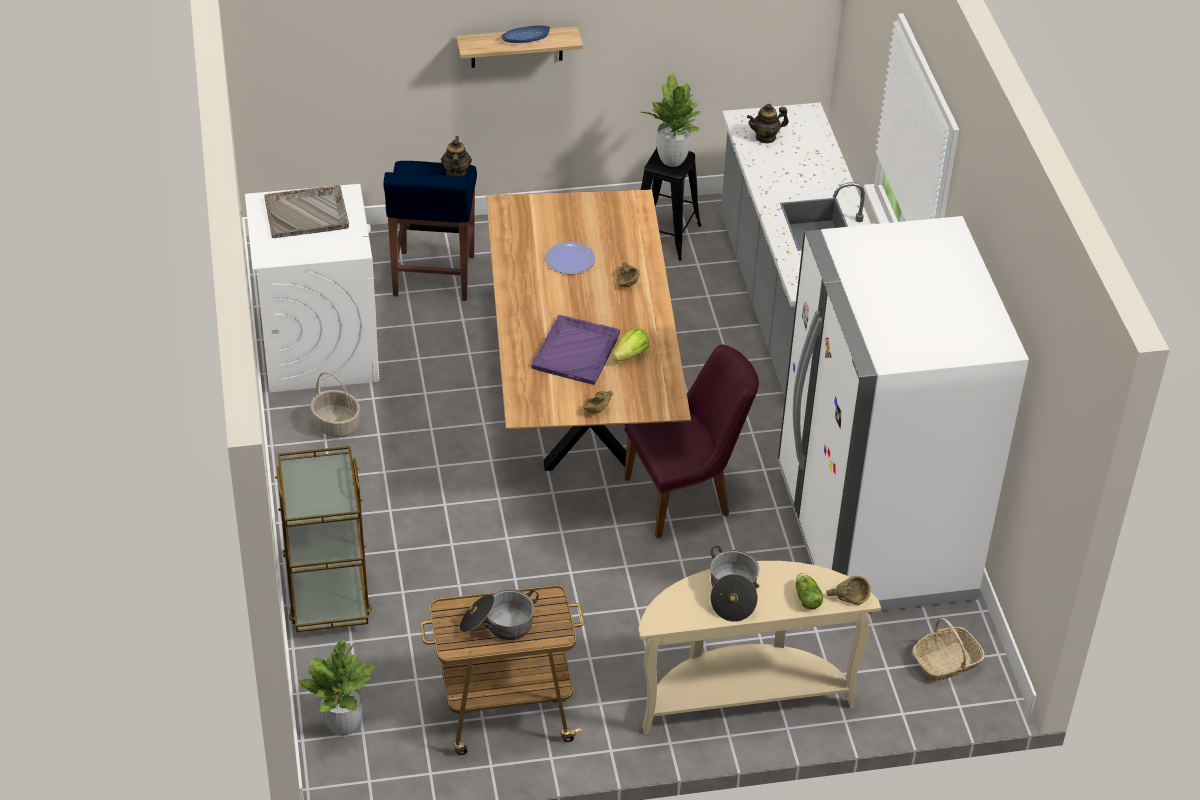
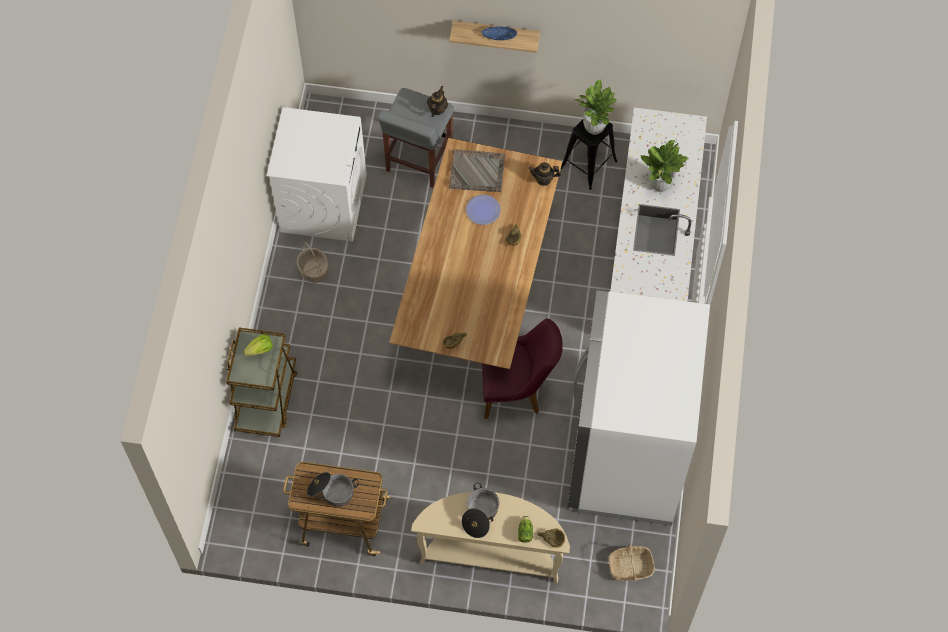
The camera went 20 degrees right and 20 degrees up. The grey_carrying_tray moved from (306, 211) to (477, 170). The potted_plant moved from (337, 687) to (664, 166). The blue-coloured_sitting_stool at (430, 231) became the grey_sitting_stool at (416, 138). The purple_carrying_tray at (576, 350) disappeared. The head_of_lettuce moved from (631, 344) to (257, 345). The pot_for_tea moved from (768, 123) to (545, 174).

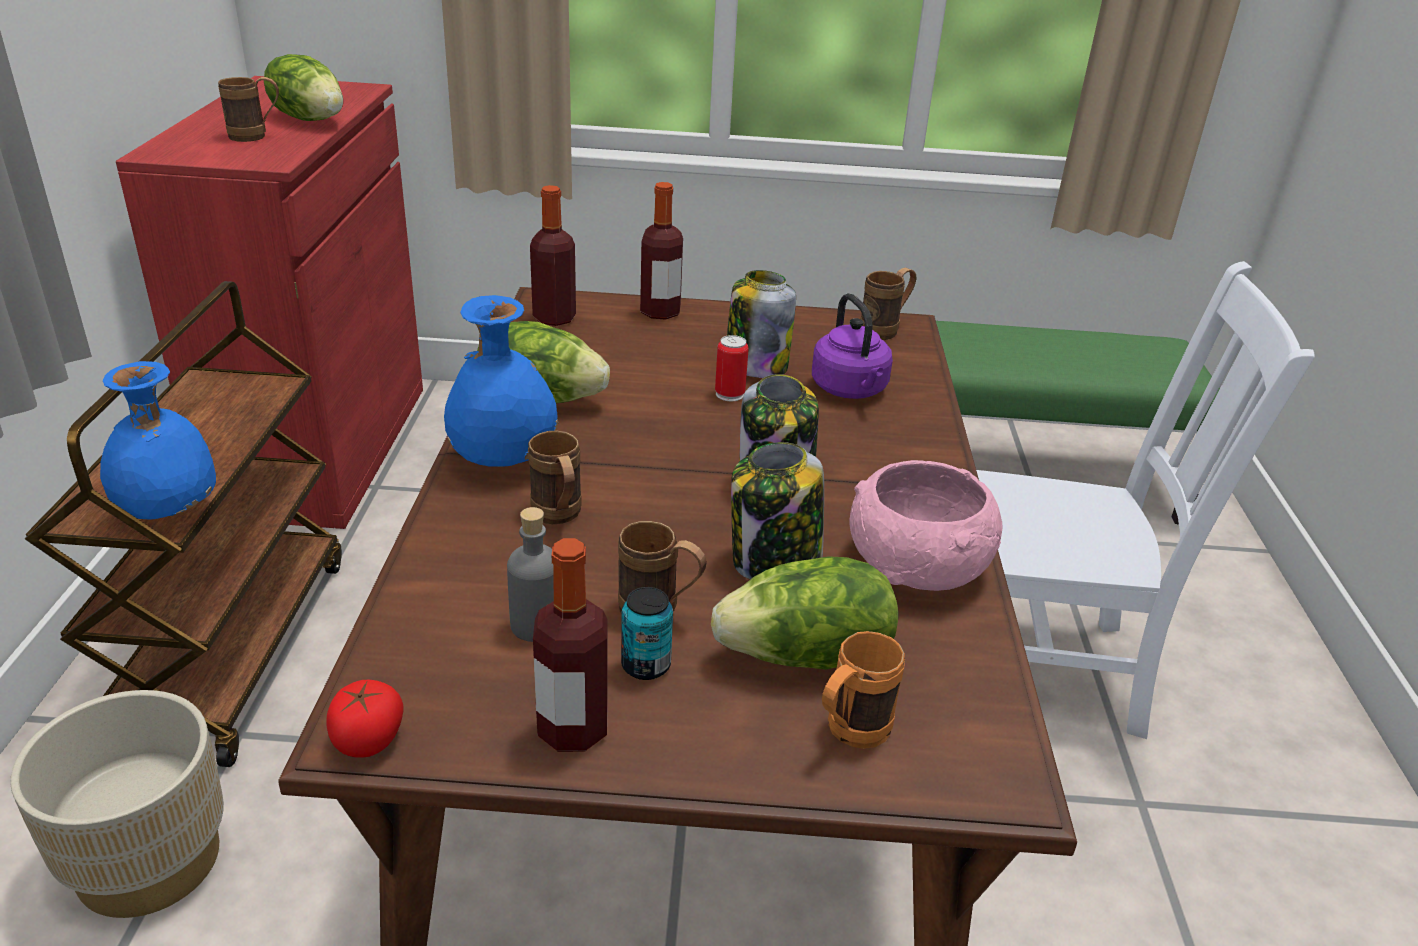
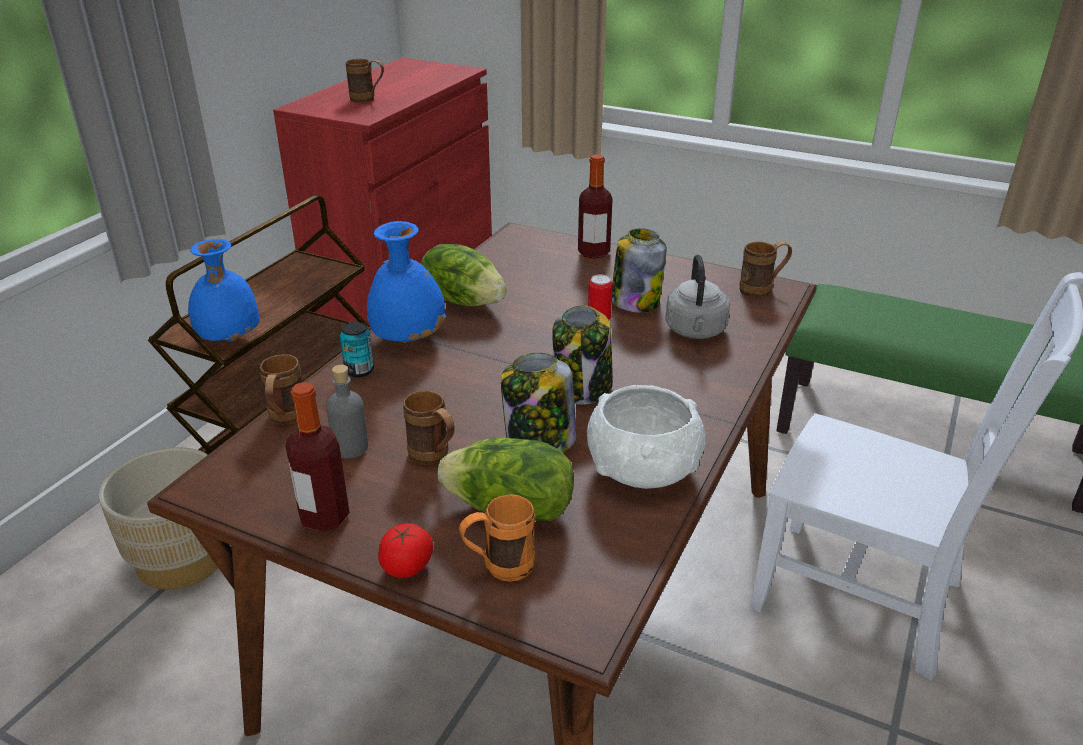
The camera went 25 degrees right and 0 degrees up. The head_of_lettuce at (303, 87) disappeared. The fresh_tomato moved from (364, 719) to (405, 550). The brown_mug moved from (555, 477) to (281, 389). The drink_bottle at (553, 255) disappeared. The sealed_can moved from (647, 633) to (357, 350). The purple_tea_kettle at (852, 346) became the grey_tea_kettle at (697, 296). The pink_serving_bowl at (926, 525) became the white-coloured_serving_bowl at (646, 437).

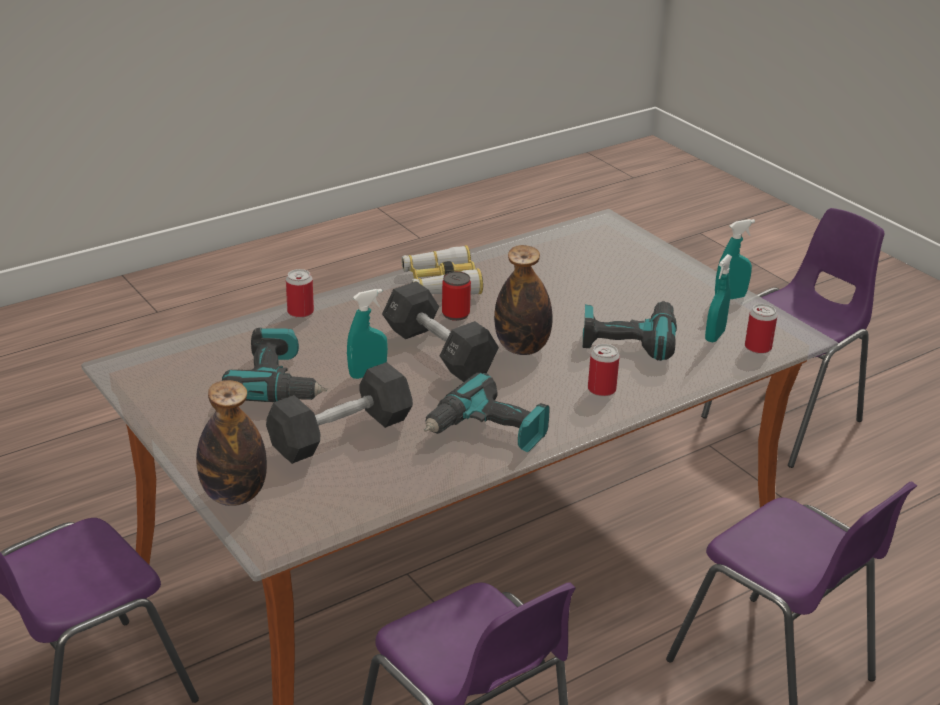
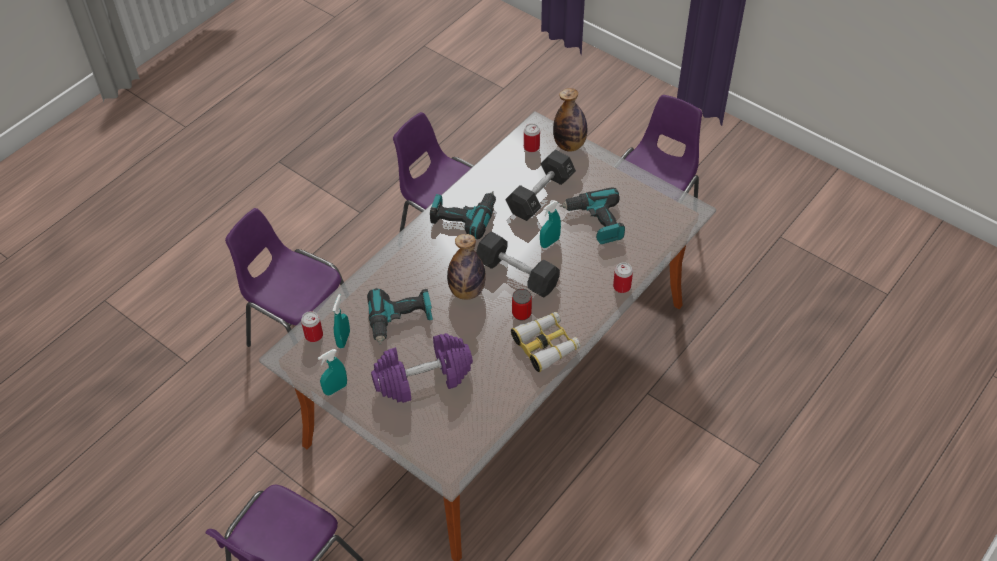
The camera went 165 degrees right and 20 degrees up. The sealed_can moved from (604, 370) to (532, 137). The purple_hand_weight at (422, 368) appeared.

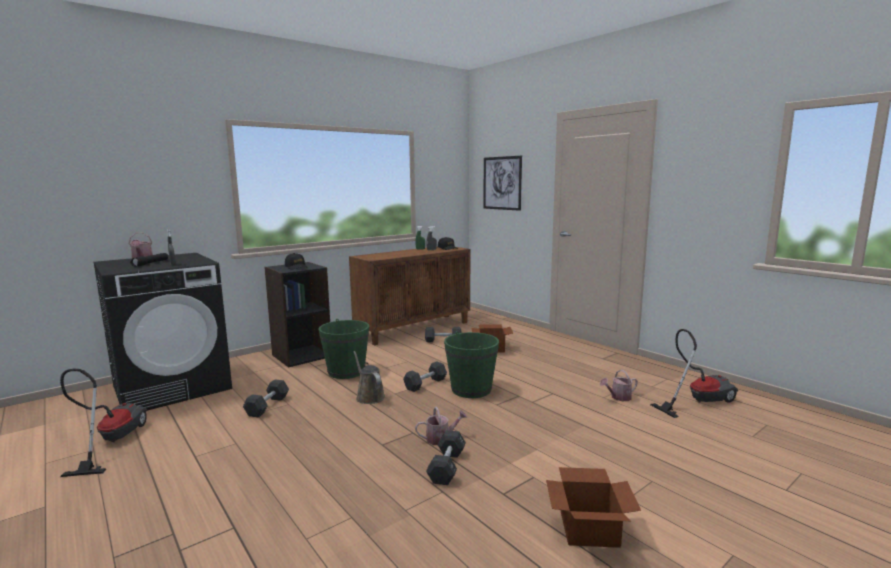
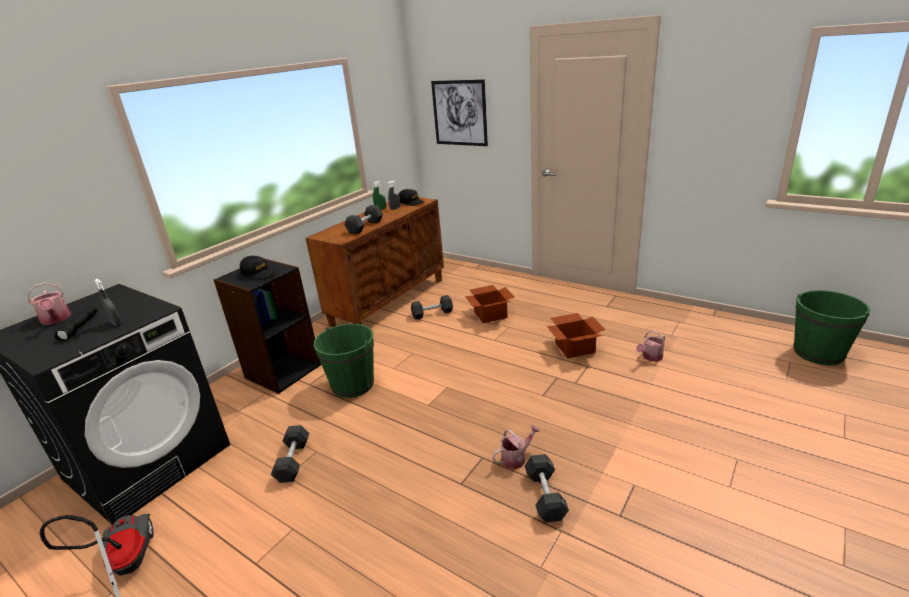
The camera went 15 degrees left and 15 degrees up. The brown_watering_can at (369, 377) disappeared. The blackish_hand_weight moved from (425, 376) to (363, 219). The greenish_water_bucket moved from (471, 364) to (832, 327). The packing_box moved from (593, 507) to (576, 336). The hoover at (694, 373) disappeared.

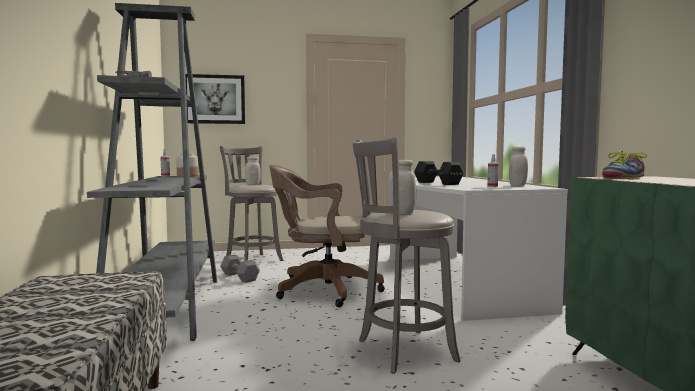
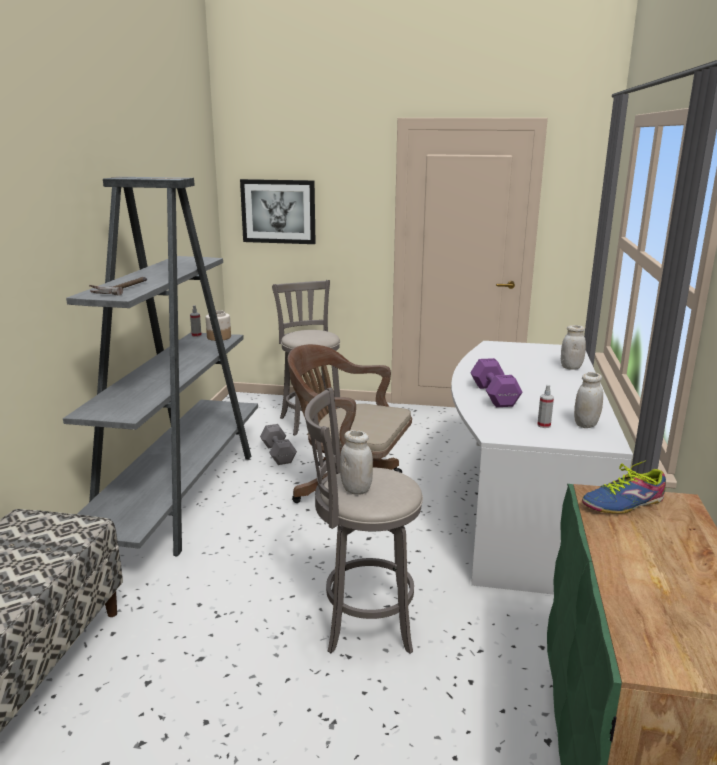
The camera went 20 degrees right and 15 degrees up. The white-coloured_preserve_jar moved from (253, 171) to (573, 347). The blackish_hand_weight at (439, 173) became the purple_hand_weight at (496, 382).

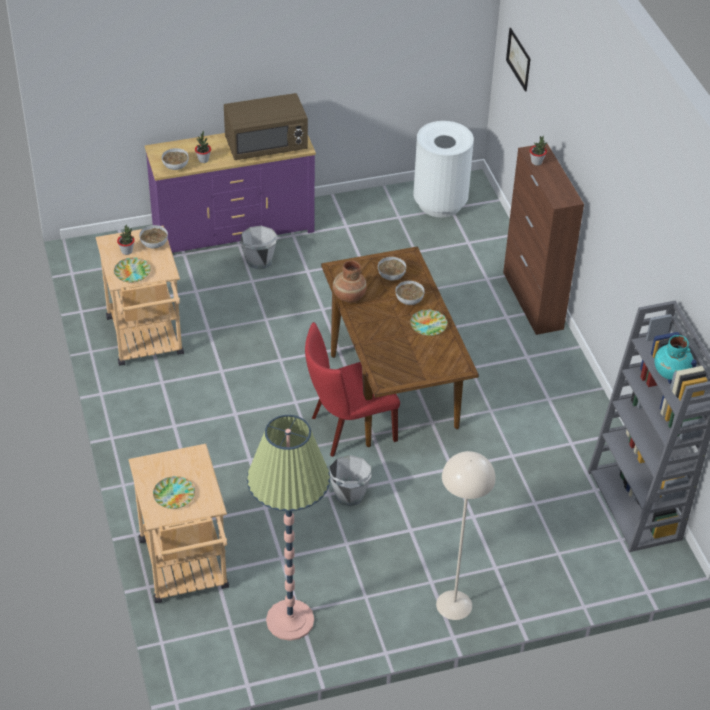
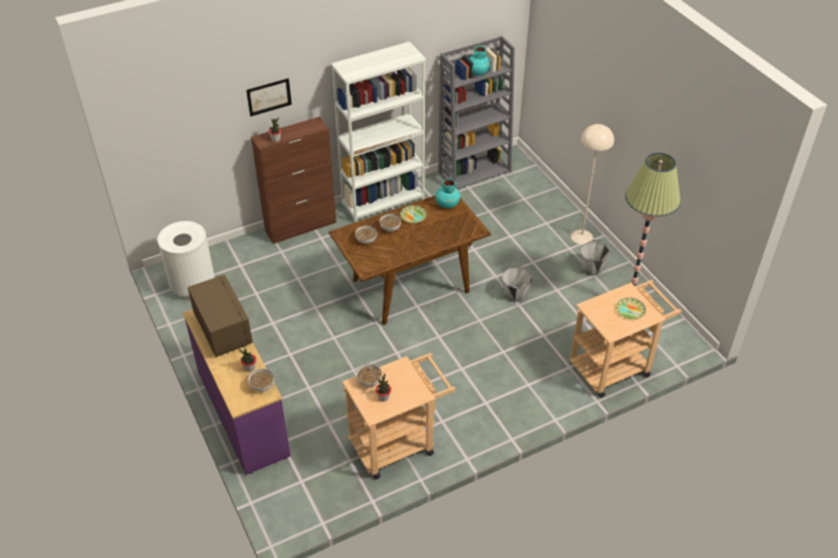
The camera went 100 degrees left and 0 degrees up. The plate at (132, 269) disappeared. The grey_water_bucket moved from (259, 247) to (595, 258). The reddish_upright_chair at (352, 389) disappeared. The brown_decorative_vase at (350, 281) disappeared. The wall_picture moved from (518, 60) to (269, 97). The white-coloured_bookcase at (378, 131) appeared. The blue-green_decorative_vase at (447, 193) appeared.

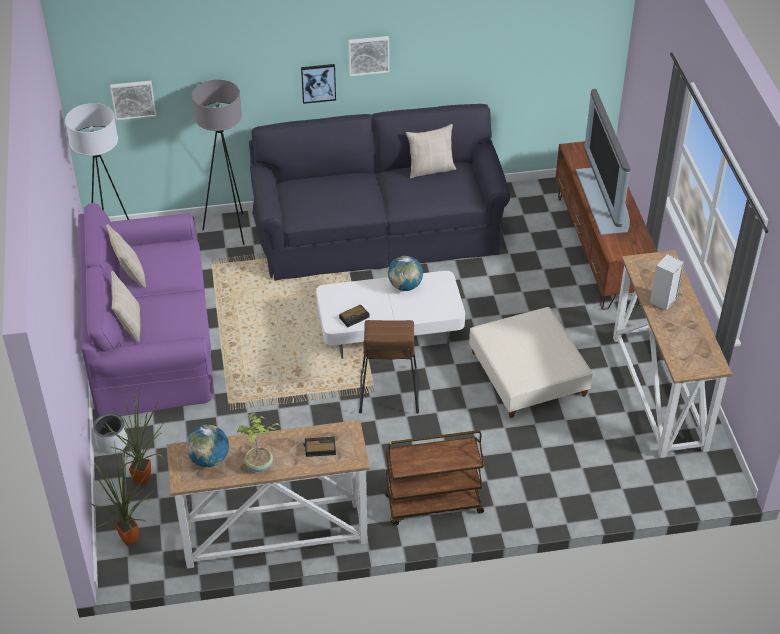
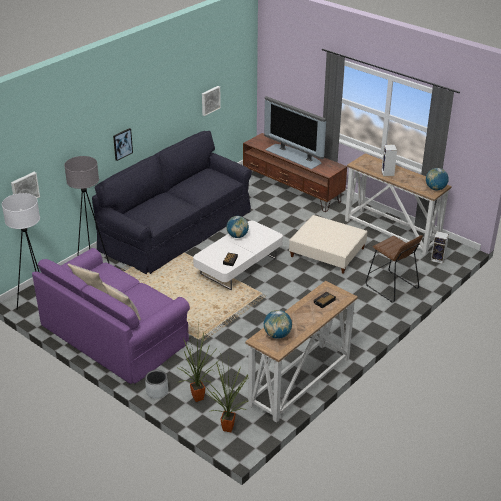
The camera went 40 degrees left and 10 degrees down. The potted_plant at (258, 442) disappeared. The wall_picture moved from (368, 56) to (211, 101). The brown_sitting_stool moved from (389, 367) to (394, 269). The brown_trolley at (434, 478) disappeared. The sand-coloured_throw_pillow at (431, 151) disappeared. The globe at (437, 179) appeared. The loudspeaker at (440, 247) appeared.

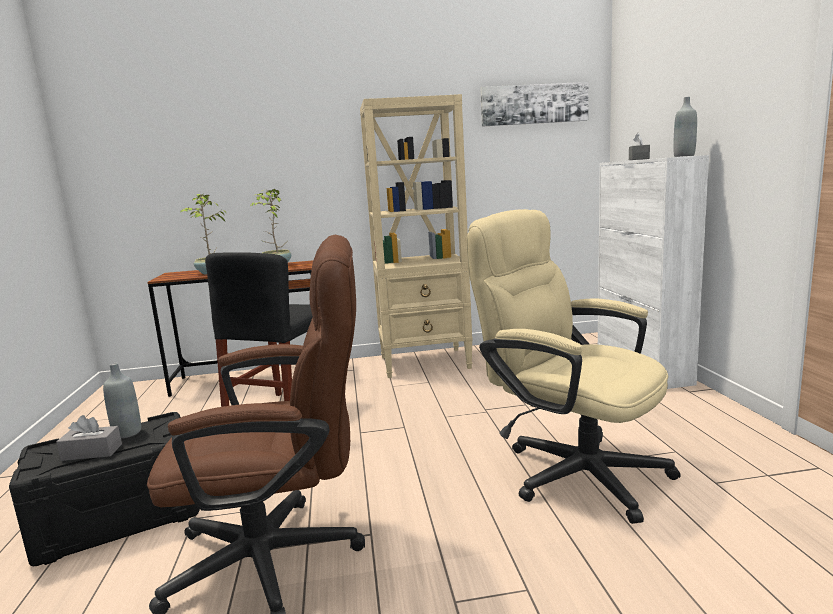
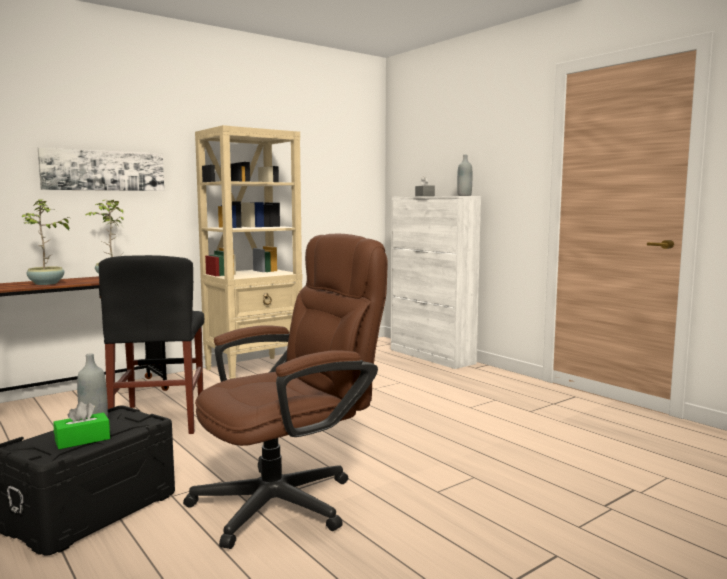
The camera went 30 degrees left and 5 degrees down. The grey_box_of_tissues at (89, 438) became the greenish_box_of_tissues at (82, 425). The sand-coloured_computer_chair at (573, 366) disappeared. The wall_picture moved from (534, 104) to (101, 169).

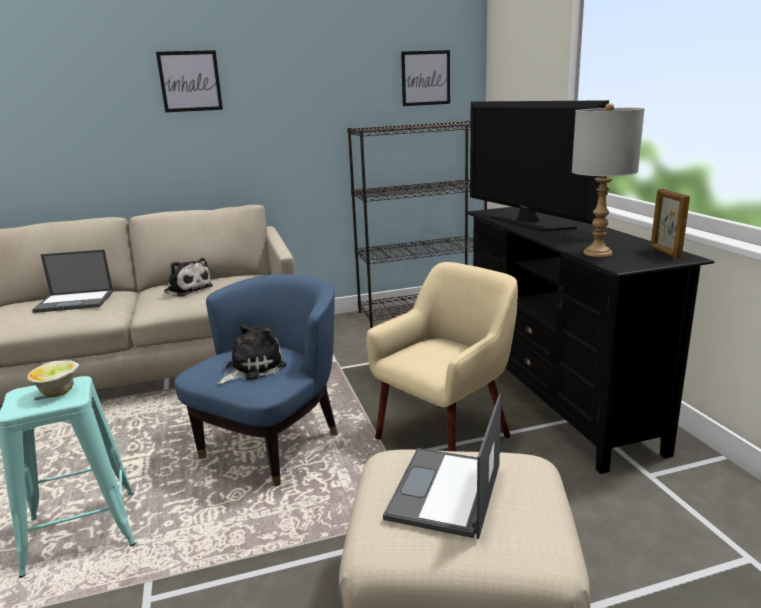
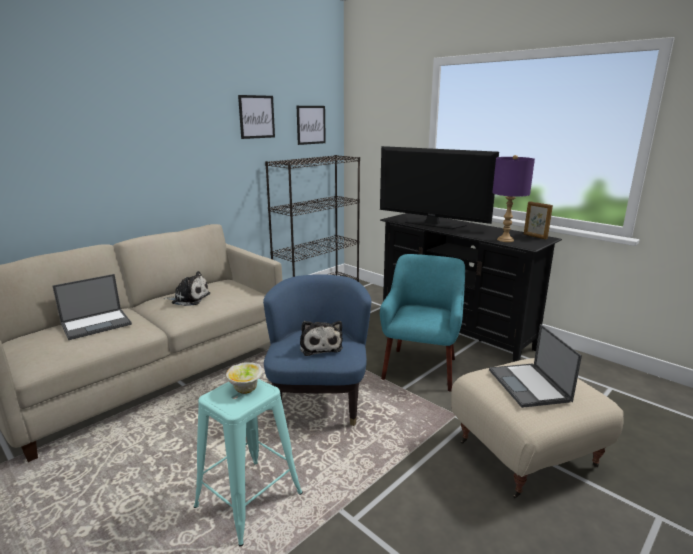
The camera went 30 degrees left and 0 degrees up. The wall_picture moved from (189, 81) to (256, 117). The plush_toy at (252, 354) turned 150 degrees clockwise. The sand-coloured_armchair at (442, 356) became the blue-green_armchair at (422, 323). The grey_tabletop_lamp at (608, 180) became the purple_tabletop_lamp at (513, 198).

